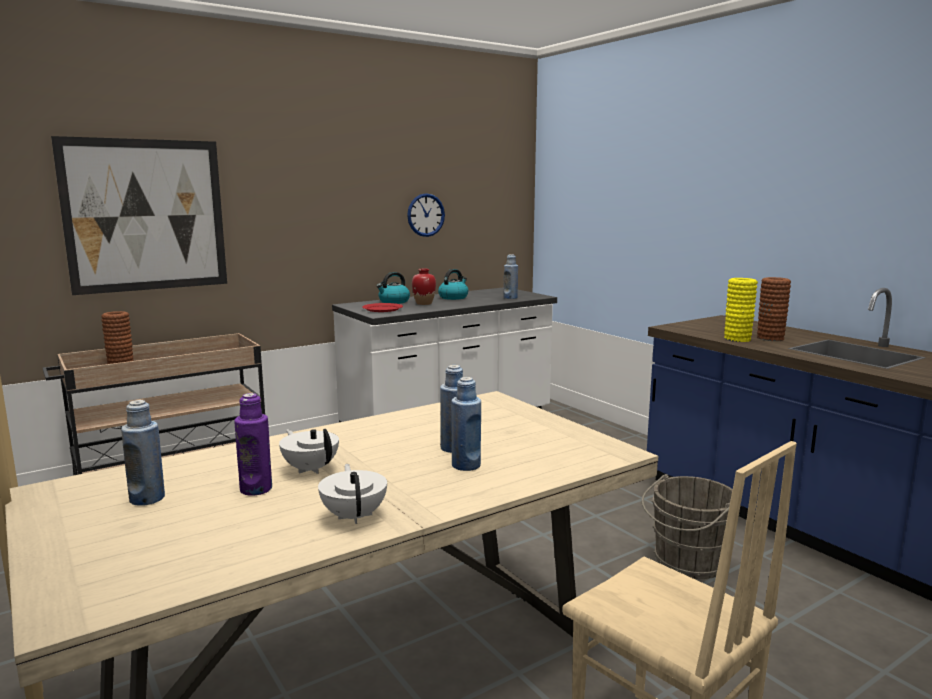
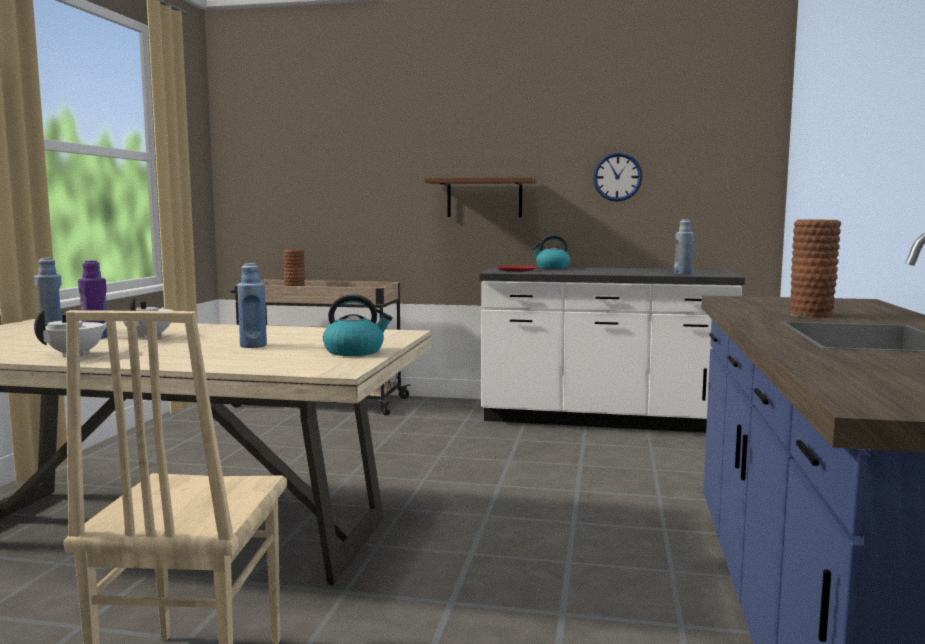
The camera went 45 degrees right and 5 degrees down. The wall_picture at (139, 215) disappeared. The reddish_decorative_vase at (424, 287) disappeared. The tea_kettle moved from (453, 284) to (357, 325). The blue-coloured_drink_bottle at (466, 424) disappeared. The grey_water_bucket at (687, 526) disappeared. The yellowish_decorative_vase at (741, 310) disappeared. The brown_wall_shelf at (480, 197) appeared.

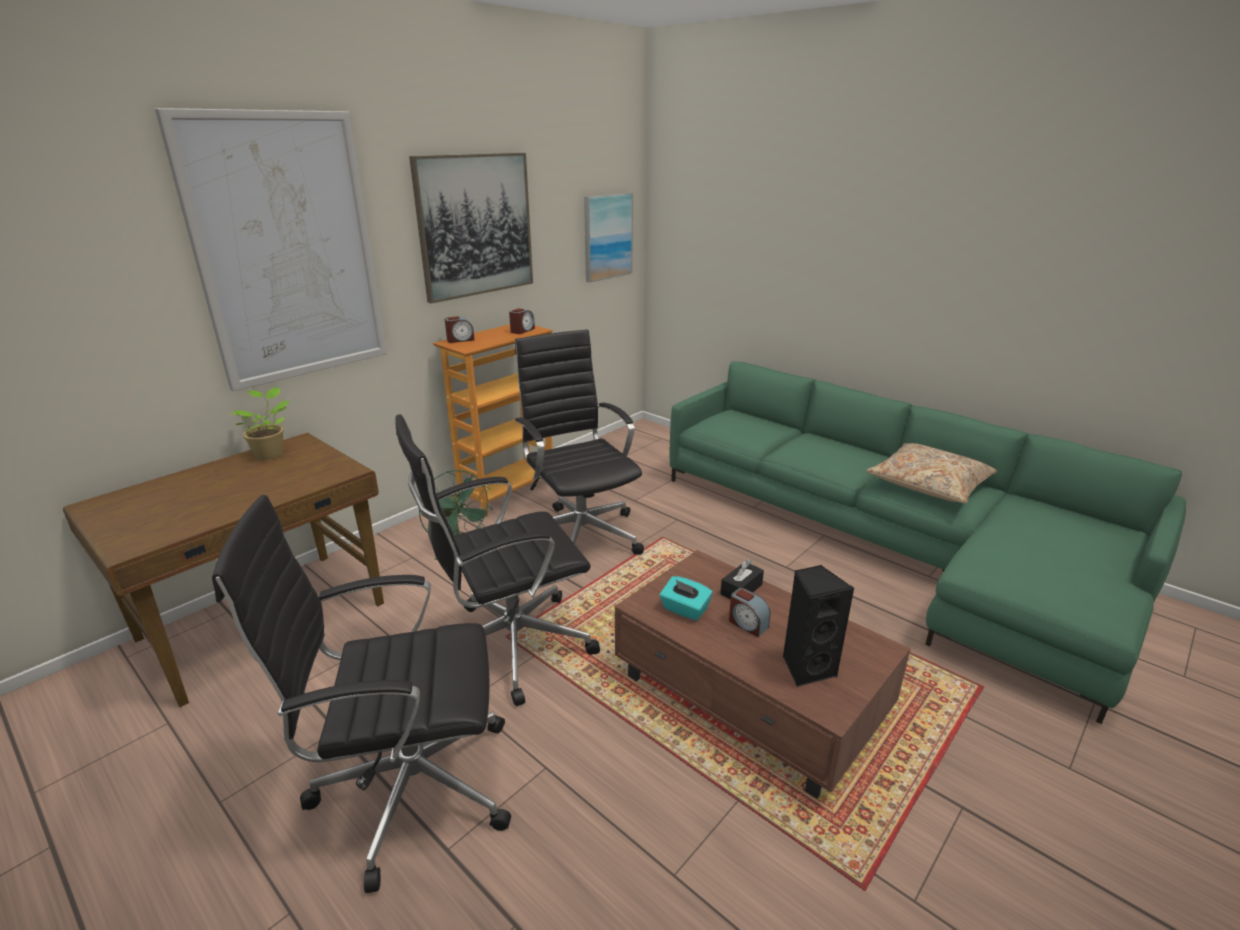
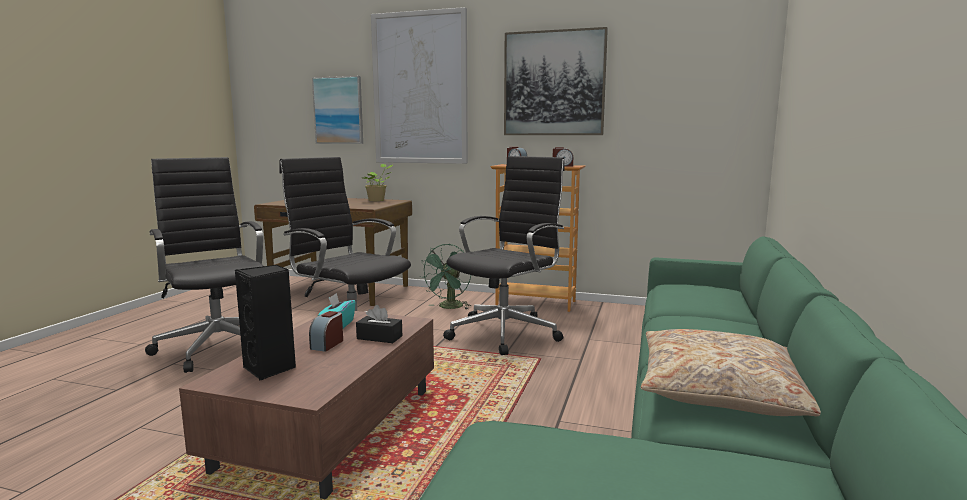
The camera went 65 degrees right and 15 degrees down. The wall_picture moved from (608, 238) to (337, 110).

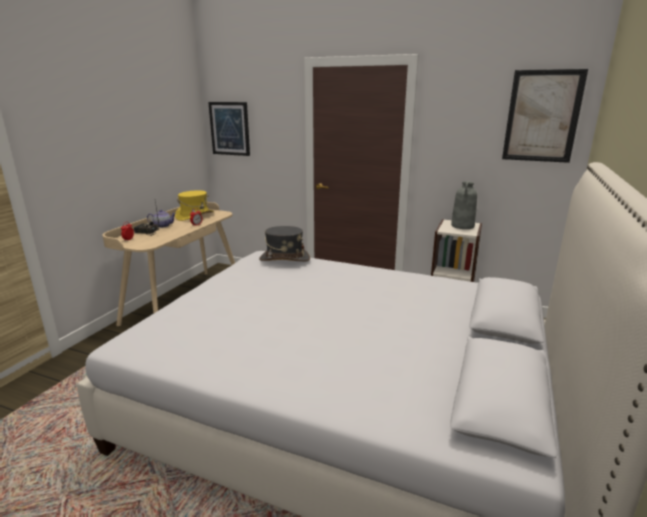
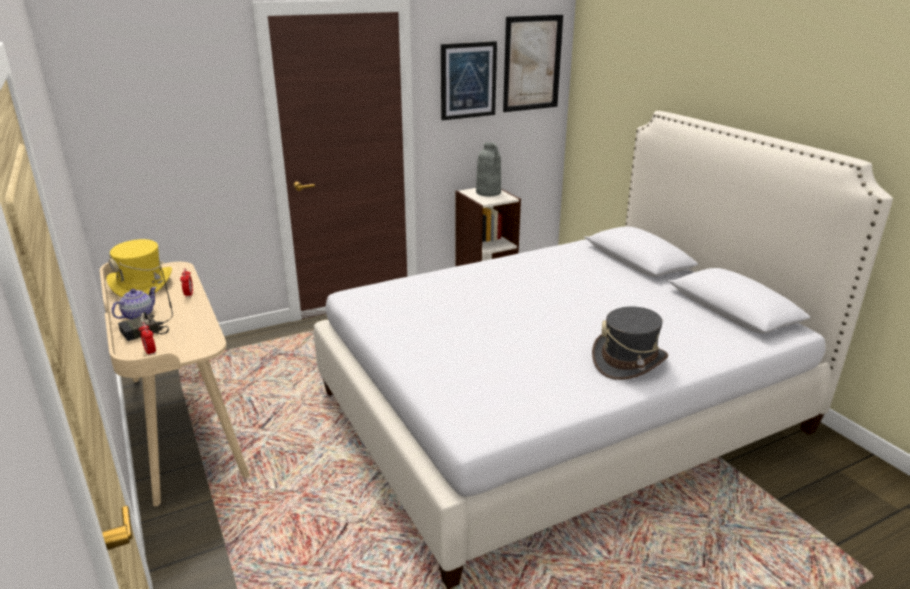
The camera went 50 degrees left and 5 degrees up. The wall_picture moved from (229, 129) to (469, 80). The grey_clothing_hat moved from (284, 243) to (630, 343).

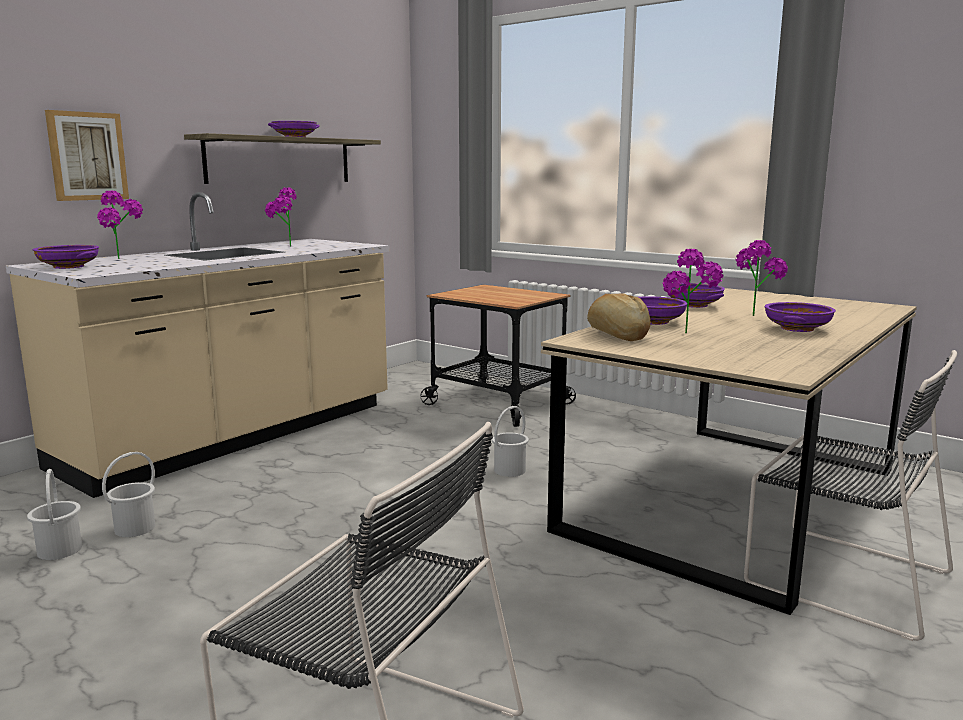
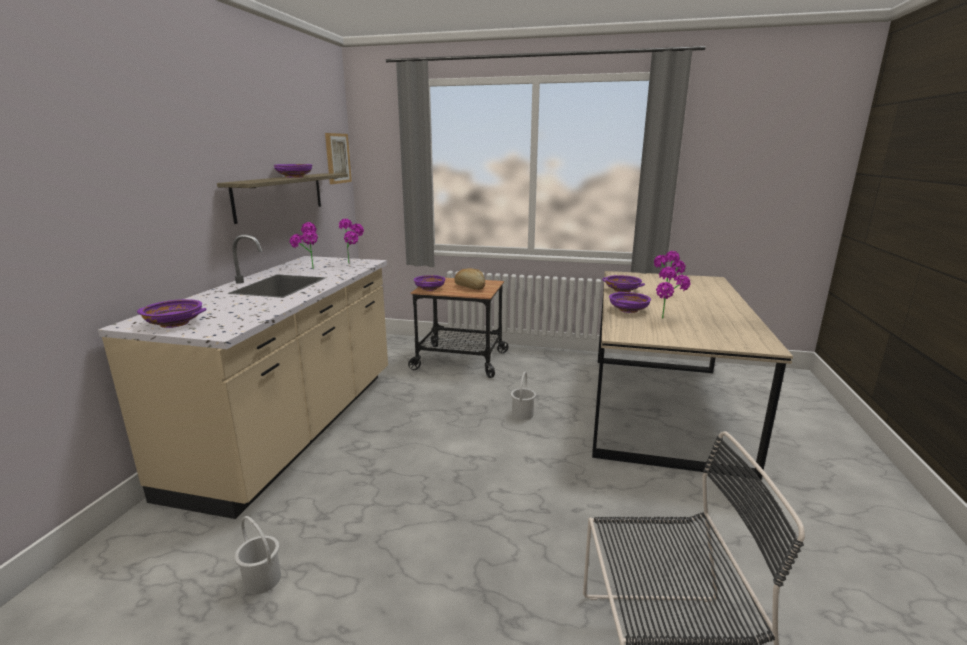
The camera went 25 degrees left and 5 degrees up. The wall_picture moved from (87, 155) to (338, 158). The potted_plant moved from (120, 225) to (351, 241). The white-coloured_water_bucket at (128, 494) disappeared. The bakery_bread moved from (618, 317) to (469, 279). The blackish_upright_chair at (850, 495) disappeared. The purple_serving_bowl moved from (800, 317) to (429, 283).

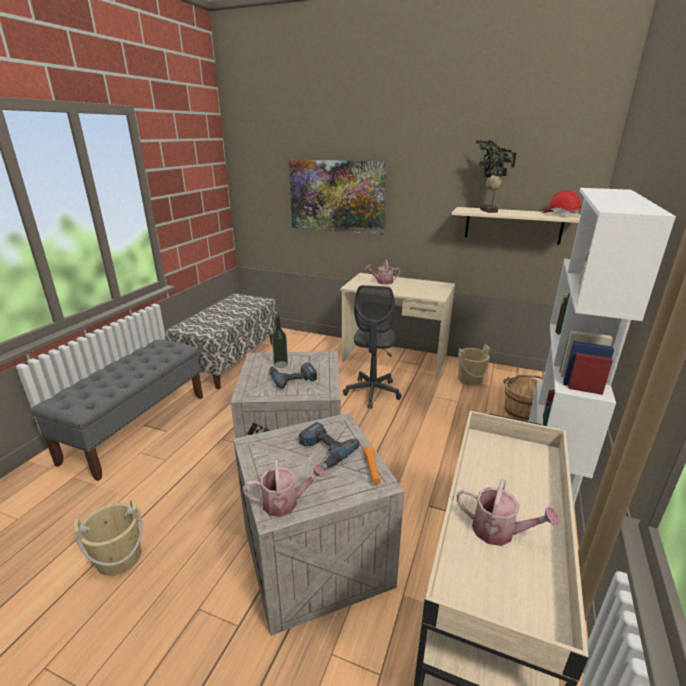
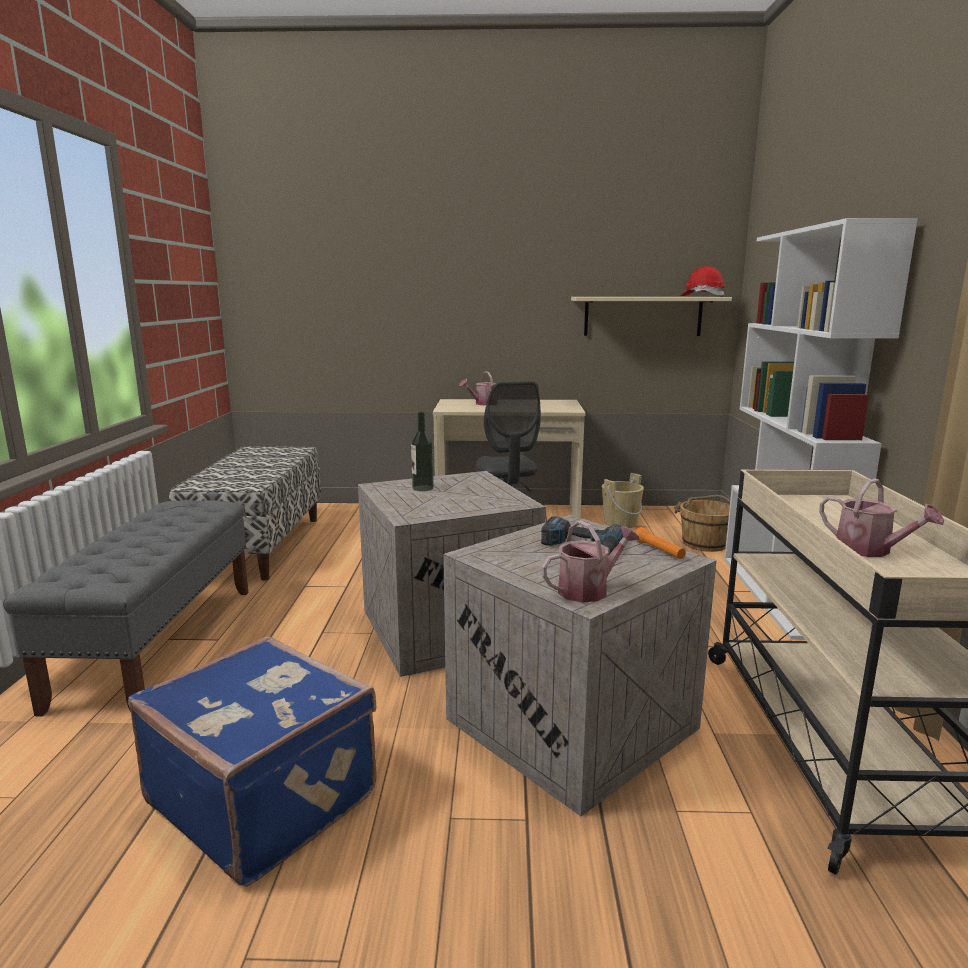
The camera went 20 degrees left and 10 degrees down. The sand-coloured_water_bucket at (108, 537) was replaced by the blue-coloured_suitcase at (252, 761). The power_drill at (293, 376) disappeared. The wall_picture at (338, 197) disappeared. The watering_can at (508, 512) turned 45 degrees clockwise. The potted_plant at (496, 176) disappeared.

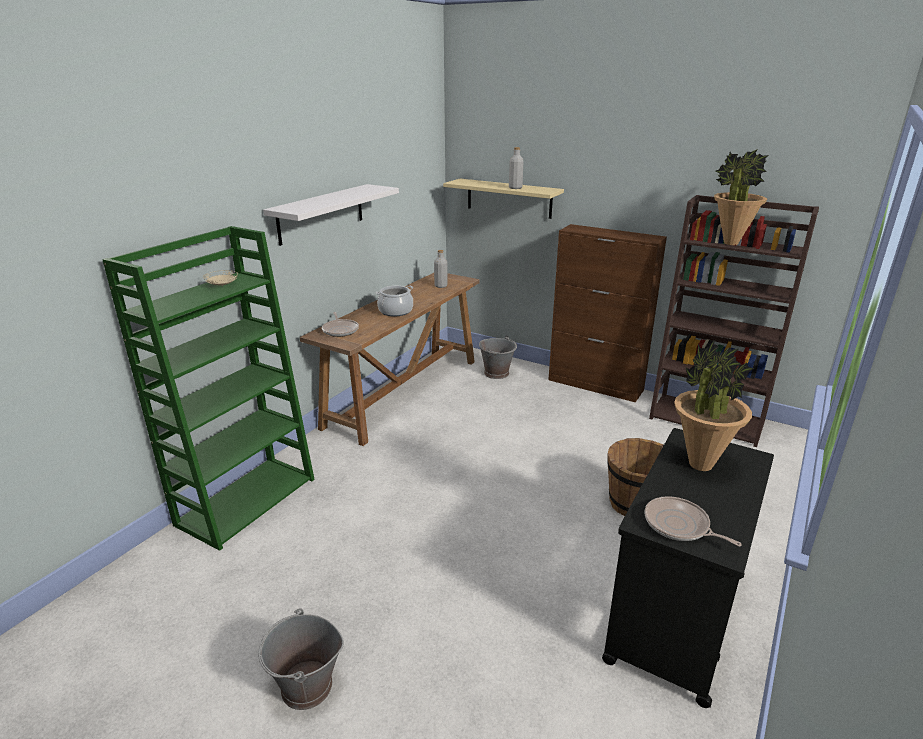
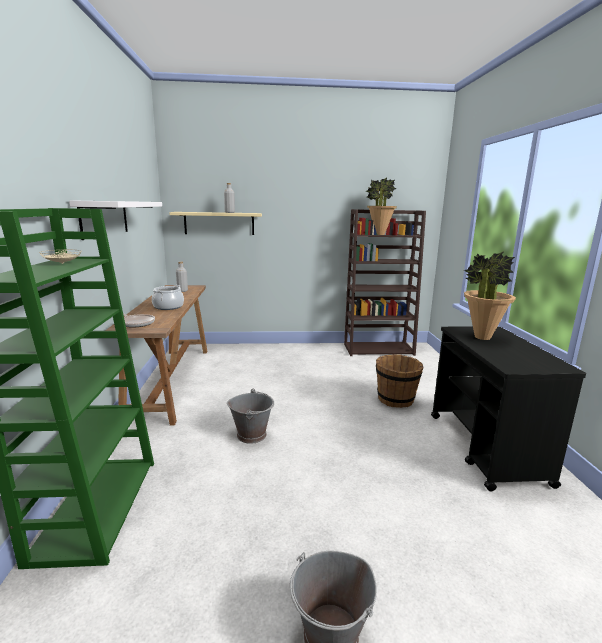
The camera went 35 degrees left and 10 degrees down. The grey_water_bucket moved from (498, 357) to (250, 416). The brown_storage_cabinet at (607, 313) disappeared. The pan at (693, 521) disappeared.

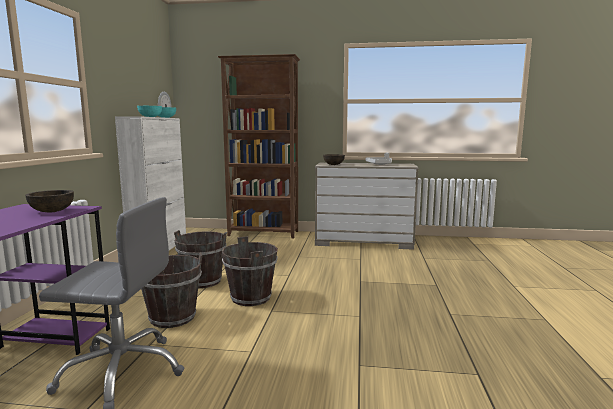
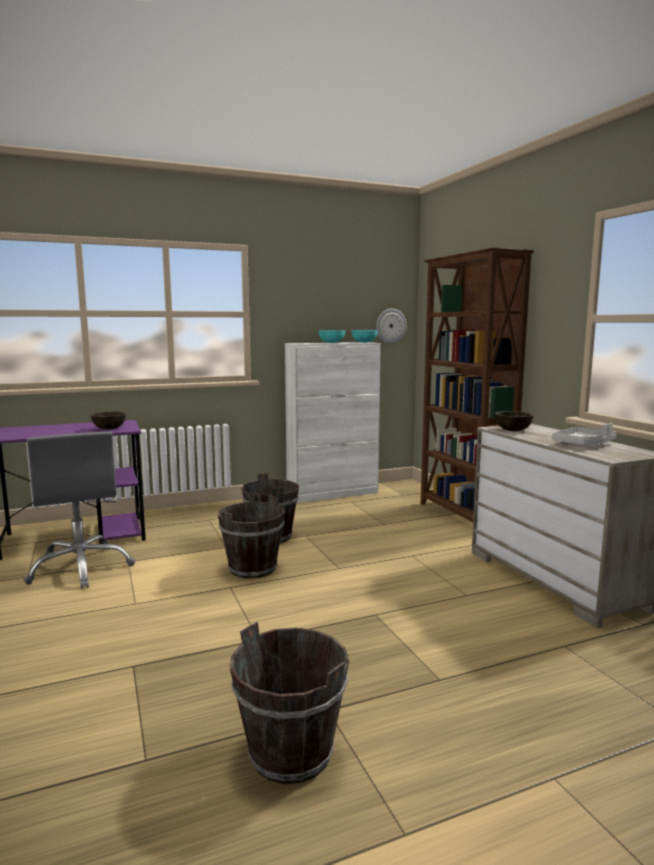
The camera went 60 degrees right and 0 degrees up. The brown_water_bucket moved from (171, 290) to (289, 703).

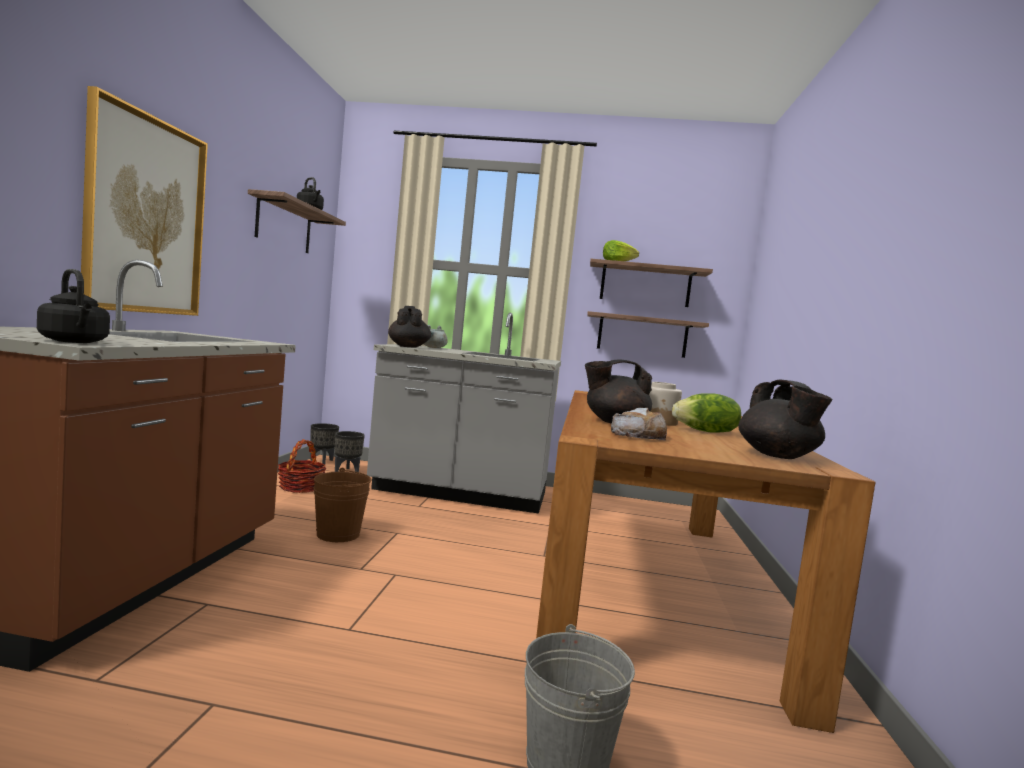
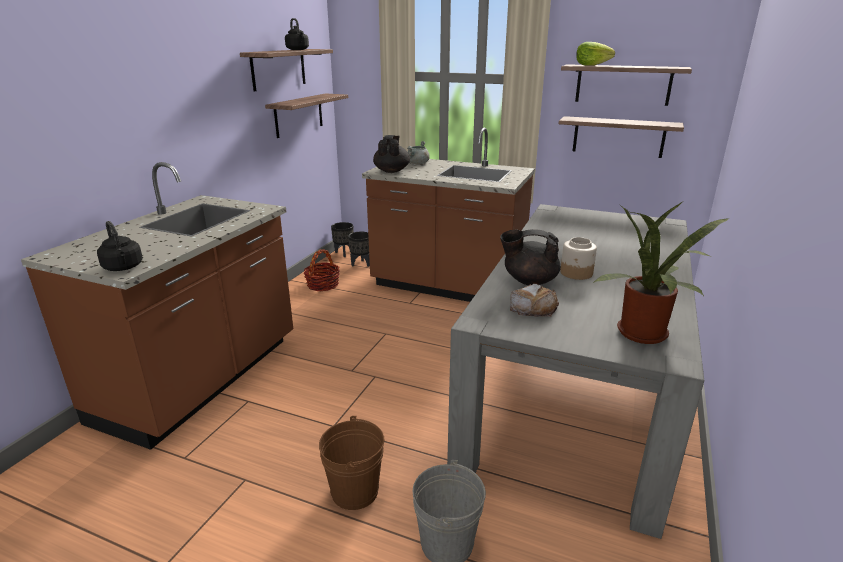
The camera went 15 degrees right and 20 degrees up. The wall_picture at (144, 201) disappeared. The brown_water_bucket moved from (342, 505) to (351, 463). The grey_kitchen_counter at (464, 413) became the brown_kitchen_counter at (448, 215). The brown_kitchen_table at (705, 561) became the grey_kitchen_table at (575, 371). The head_of_lettuce at (706, 413) disappeared. The blackish_pot_for_tea at (785, 419) was replaced by the potted_plant at (661, 273). The wall_shelf at (306, 115) appeared.

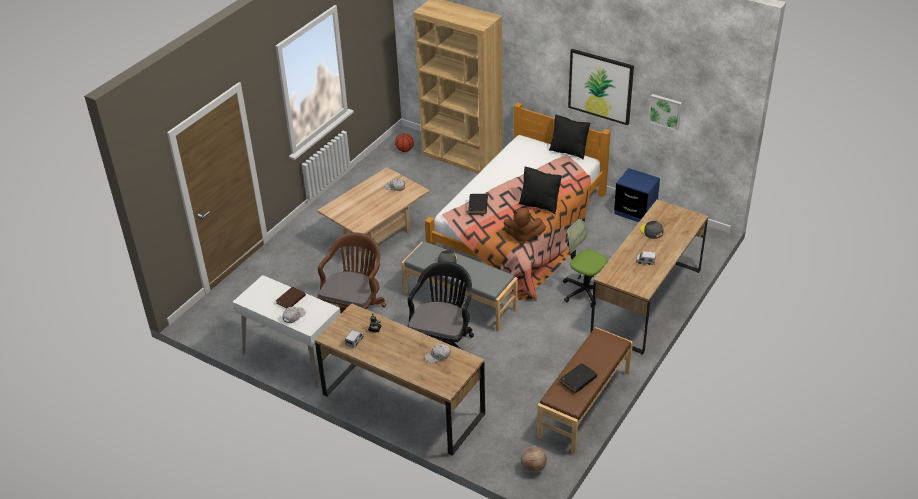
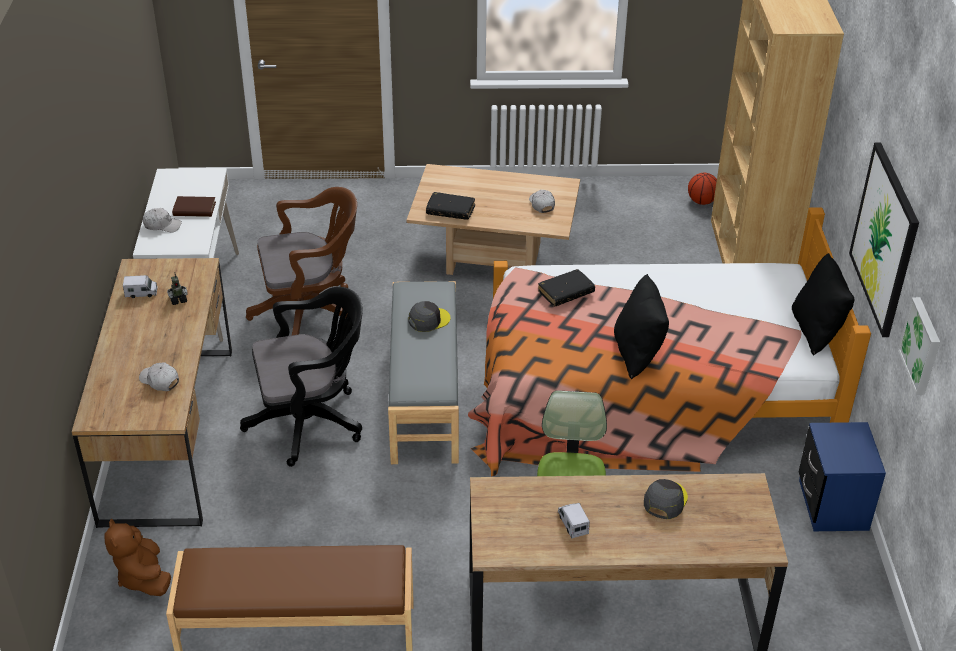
The camera went 55 degrees right and 0 degrees up. The brown_plush_toy moved from (524, 226) to (137, 557). The basketball at (534, 459) disappeared. The blackish_bound_book moved from (578, 378) to (450, 206).

